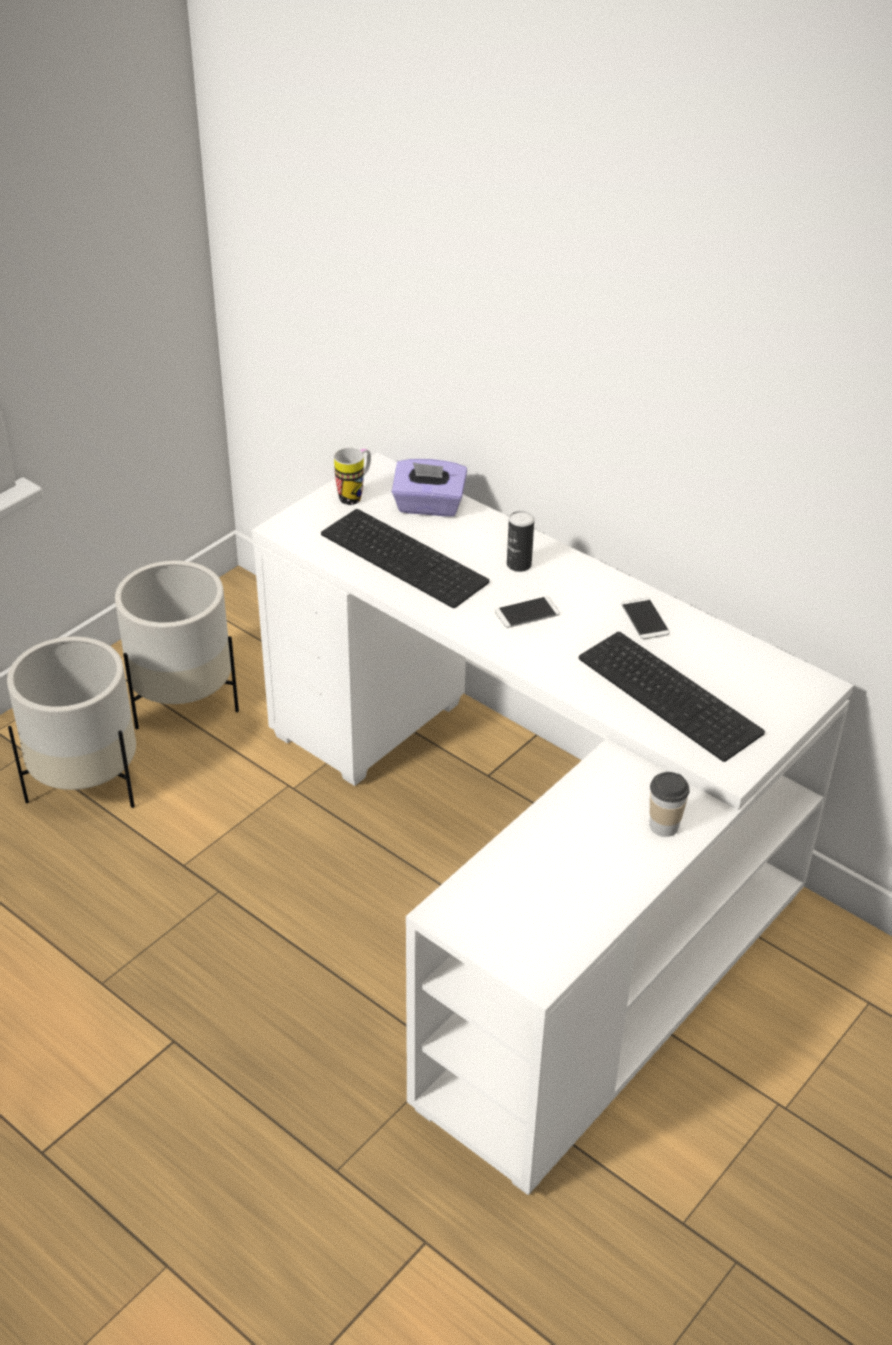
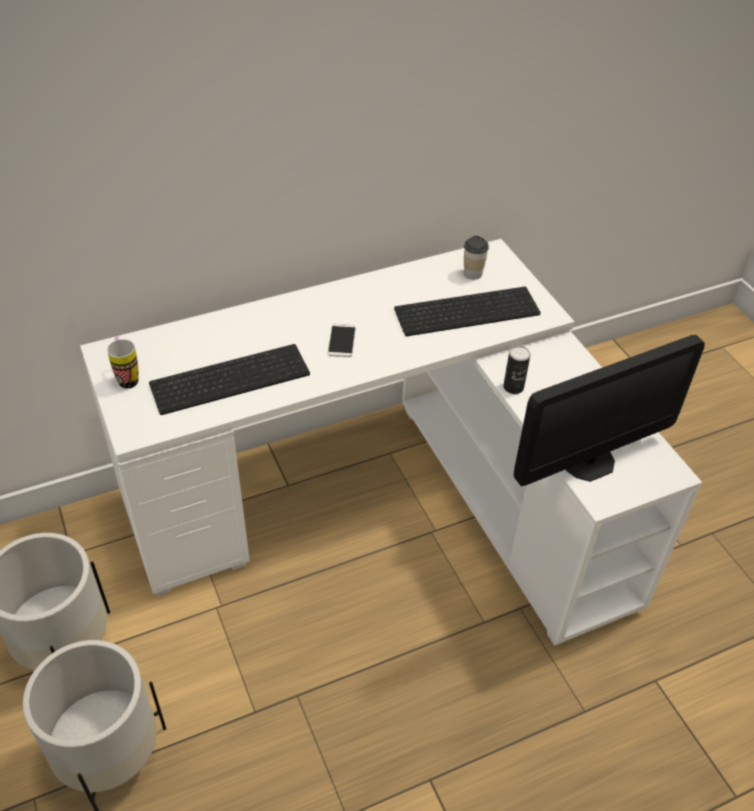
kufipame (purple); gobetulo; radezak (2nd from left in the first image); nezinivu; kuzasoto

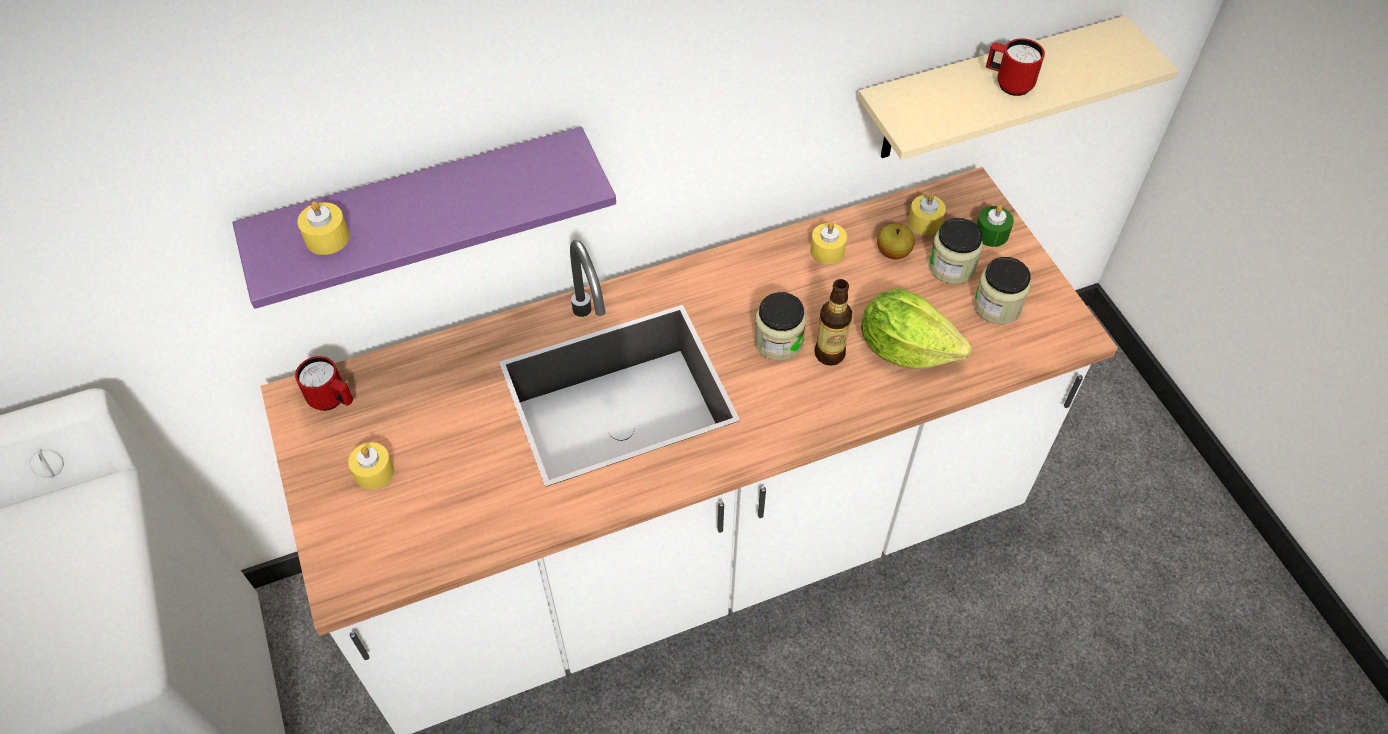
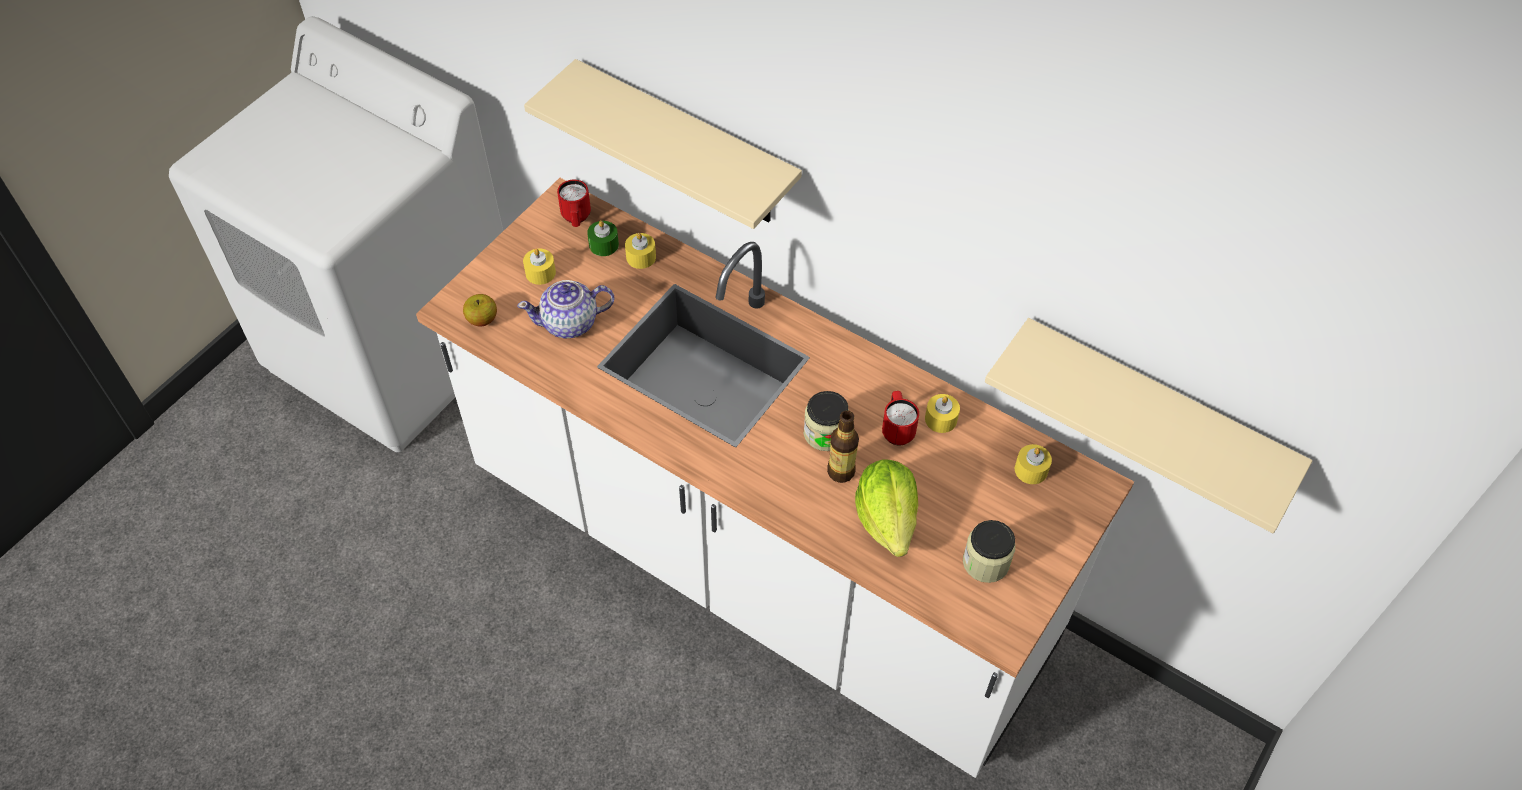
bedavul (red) (2nd from left); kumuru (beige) (1st from left); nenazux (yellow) (2nd from left); nenazux (green); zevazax (2nd from left in the first image); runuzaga; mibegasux

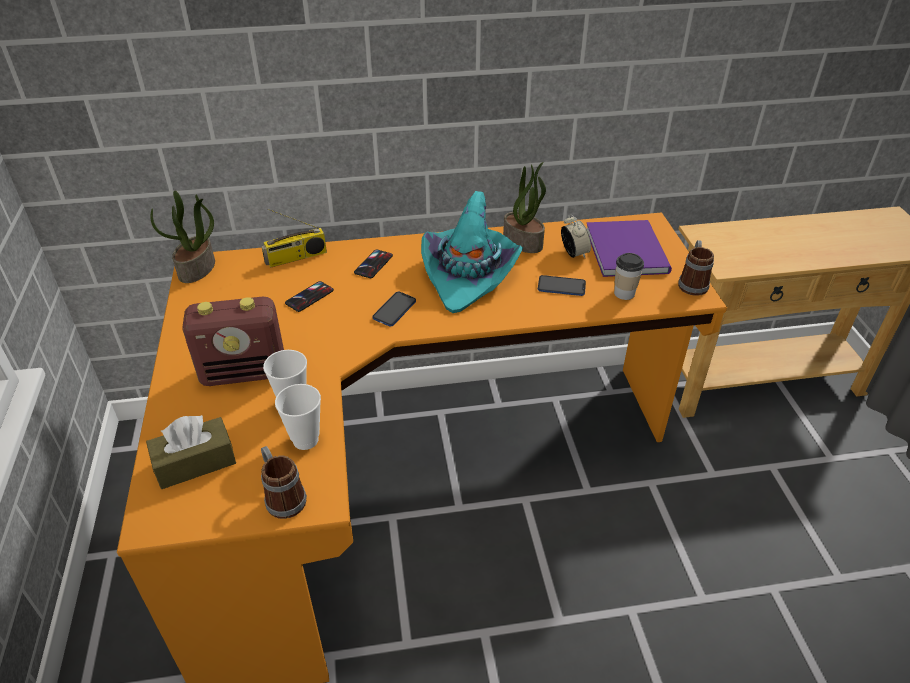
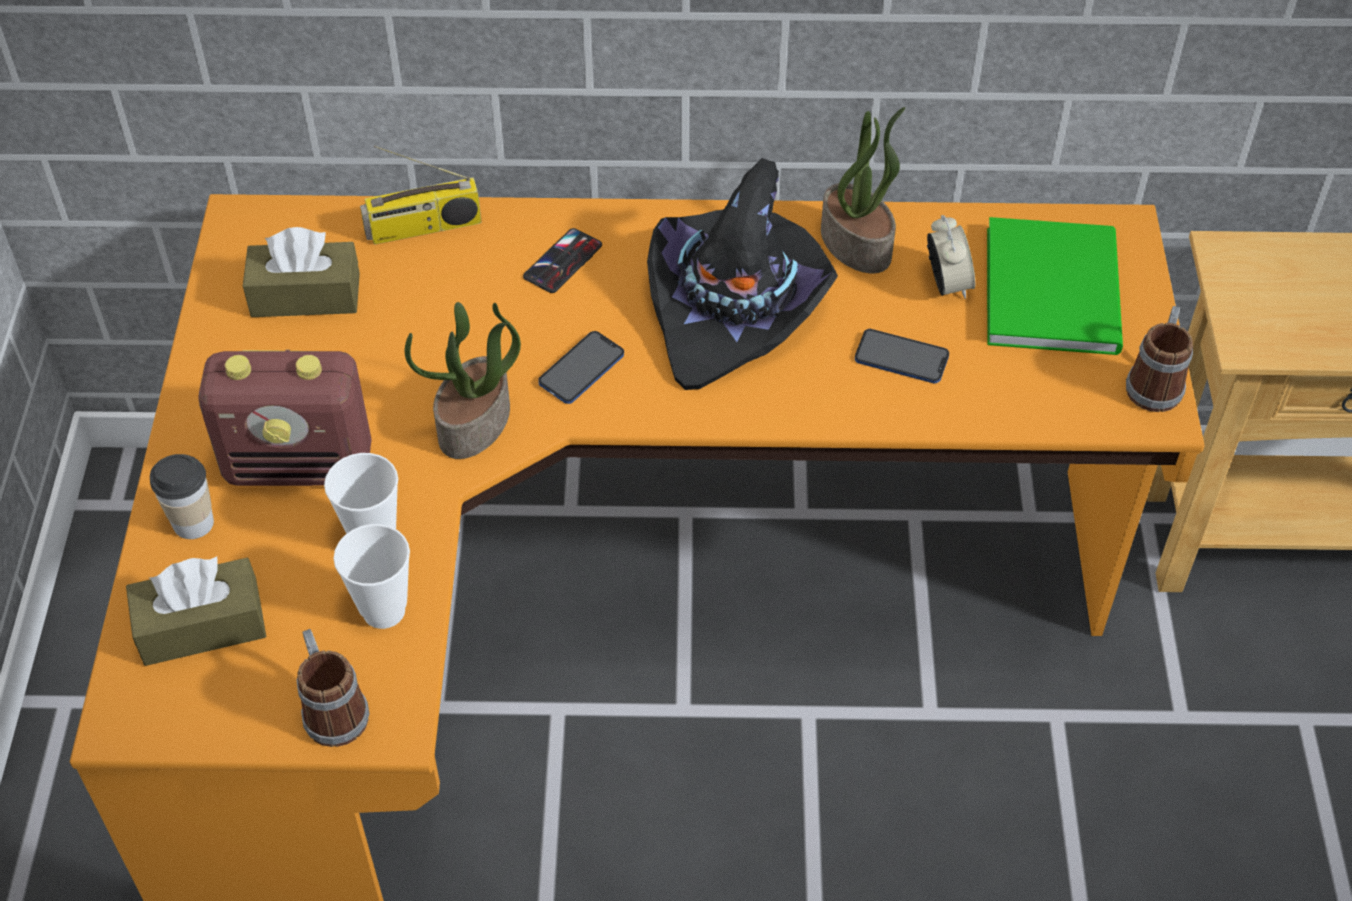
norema (1st from left); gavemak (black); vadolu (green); nezinivu (1st from left); radezak (1st from left in the first image); kufipame (brown) (2nd from left)

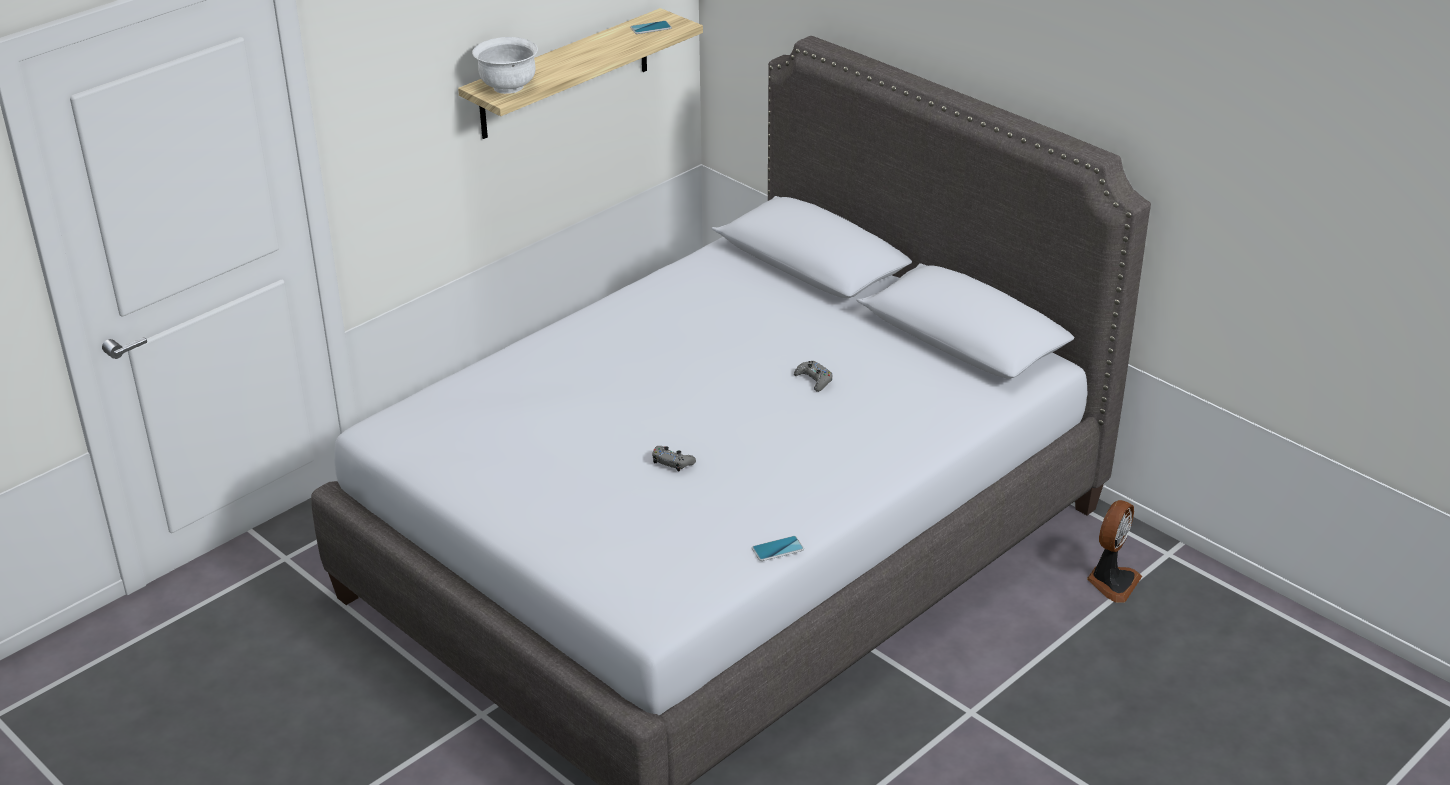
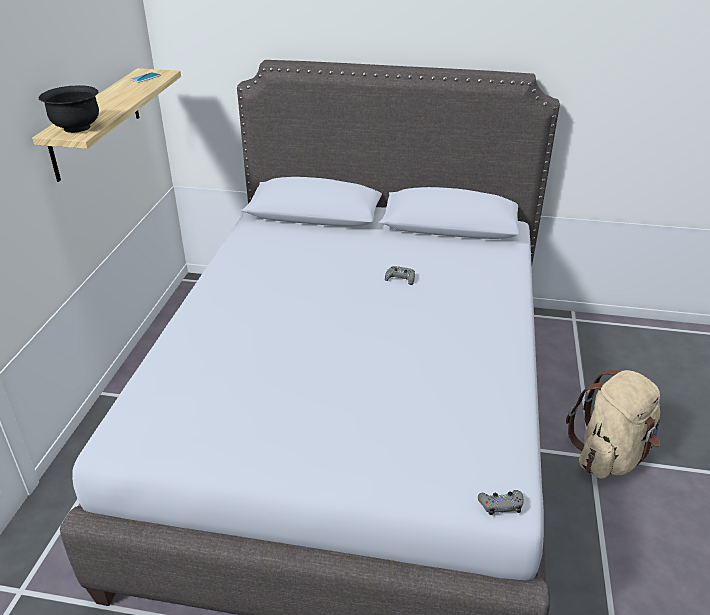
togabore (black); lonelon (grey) (2nd from left); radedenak; radezak (2nd from left in the first image); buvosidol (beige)

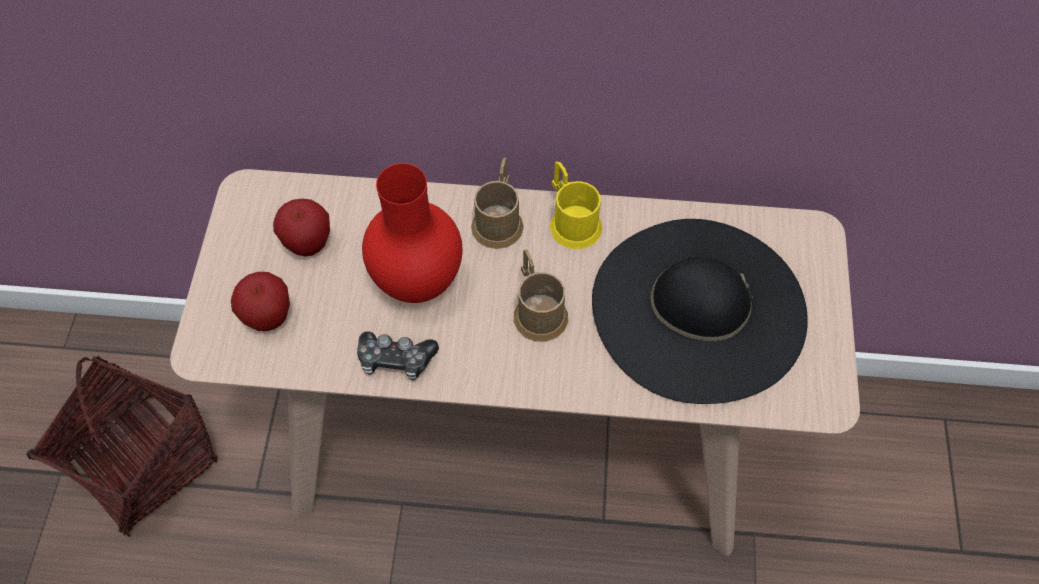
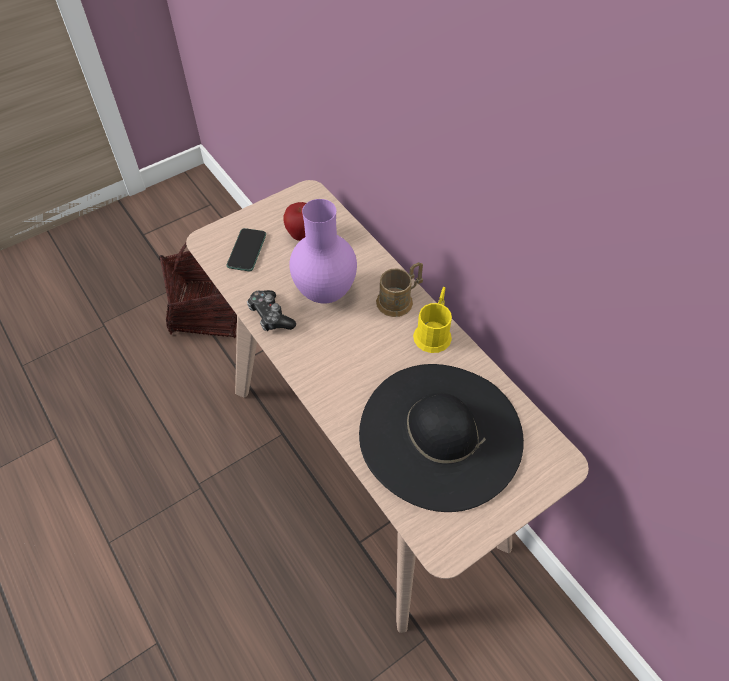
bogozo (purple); bedavul (brown) (2nd from left in the first image); radezak

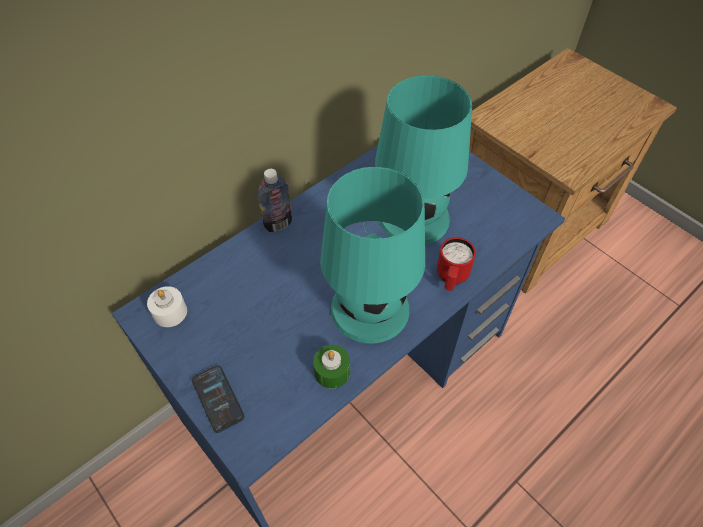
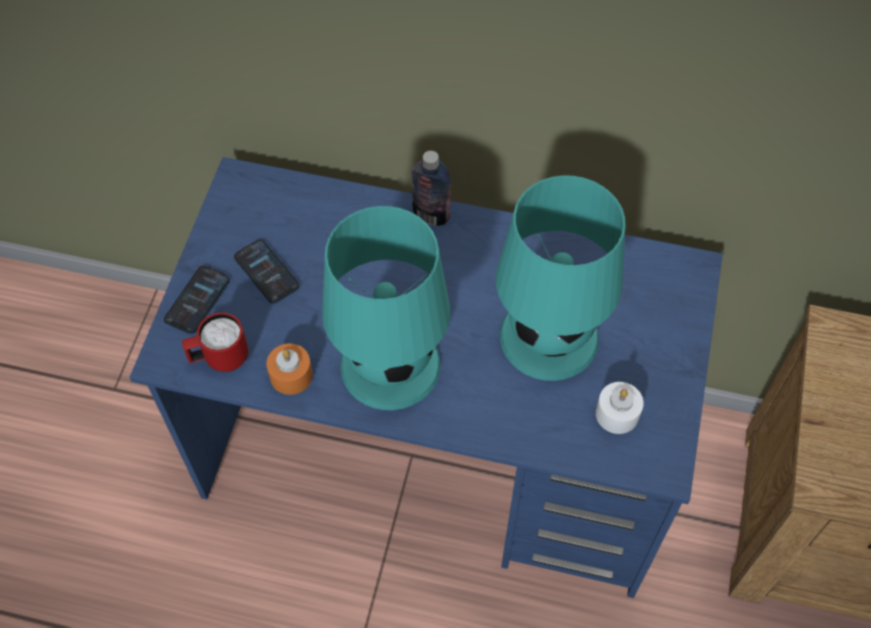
bedavul (red); nenazux (white); nenazux (orange); radezak (2nd from left)

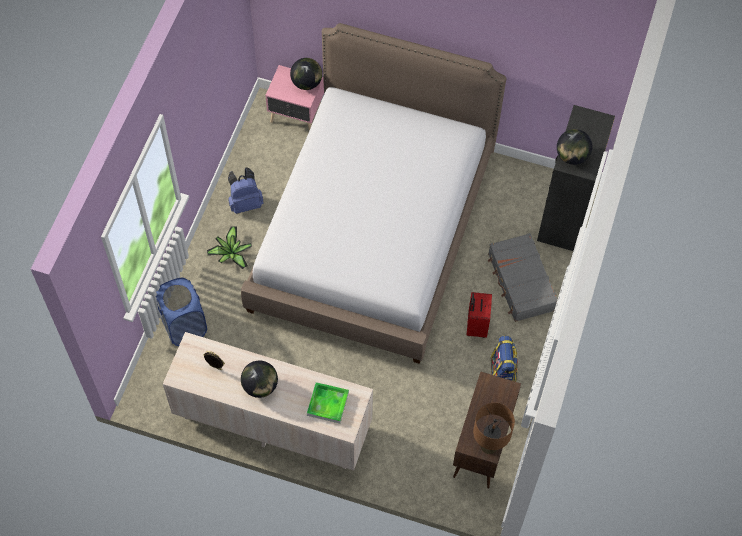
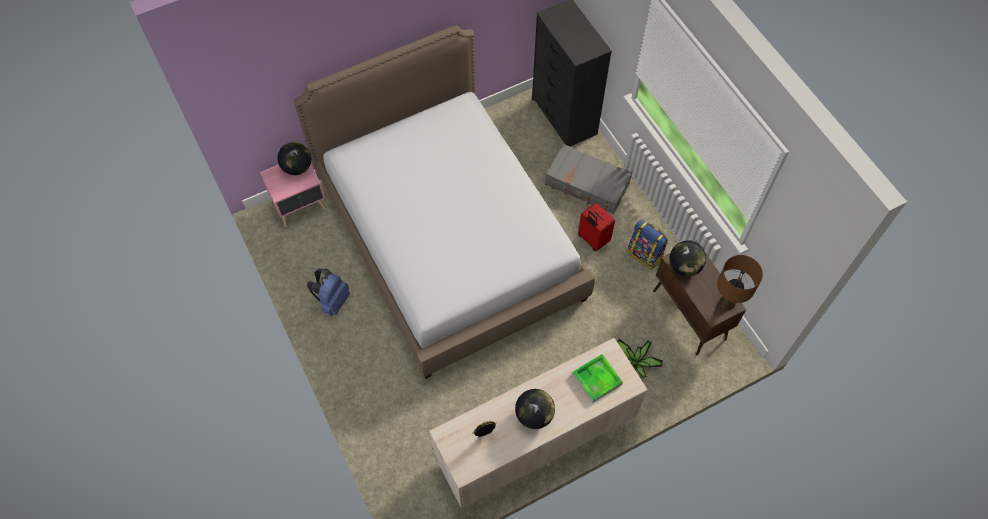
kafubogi (3rd from left); norema; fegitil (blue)

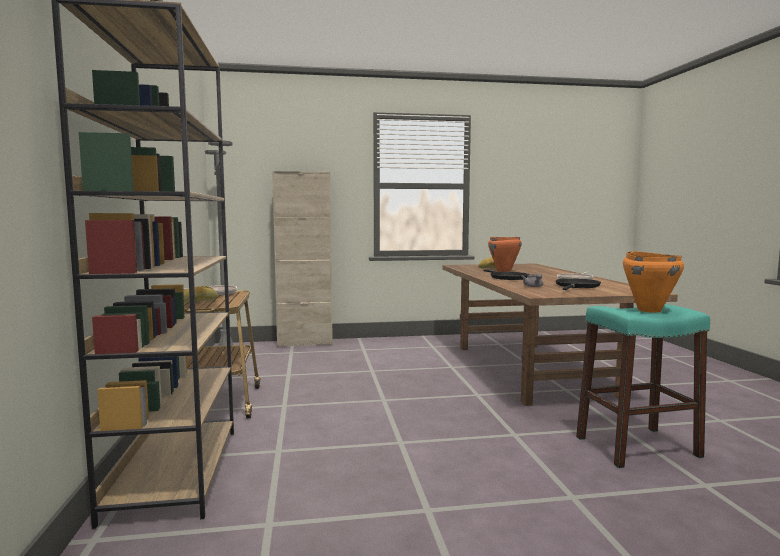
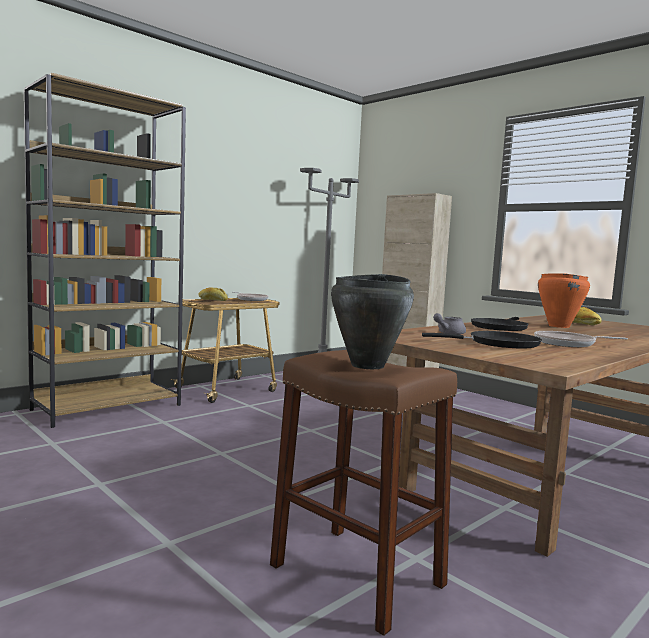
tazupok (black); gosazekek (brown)

